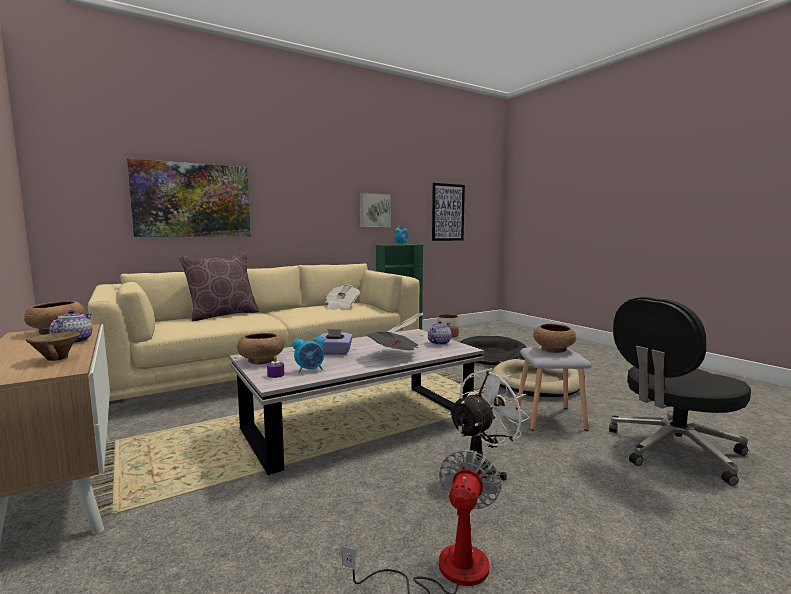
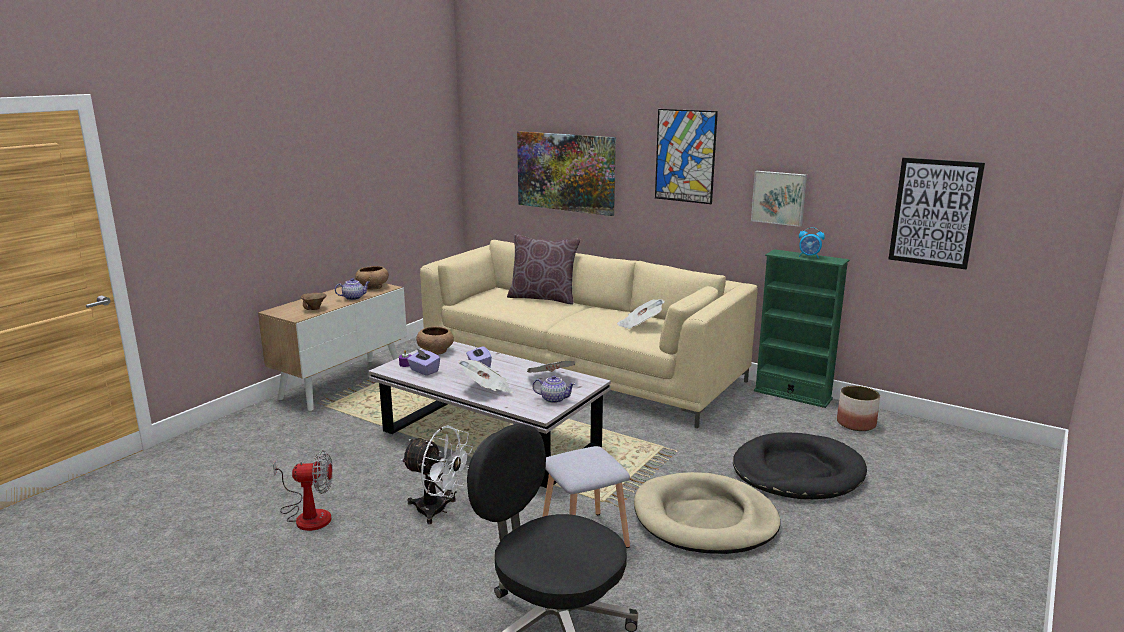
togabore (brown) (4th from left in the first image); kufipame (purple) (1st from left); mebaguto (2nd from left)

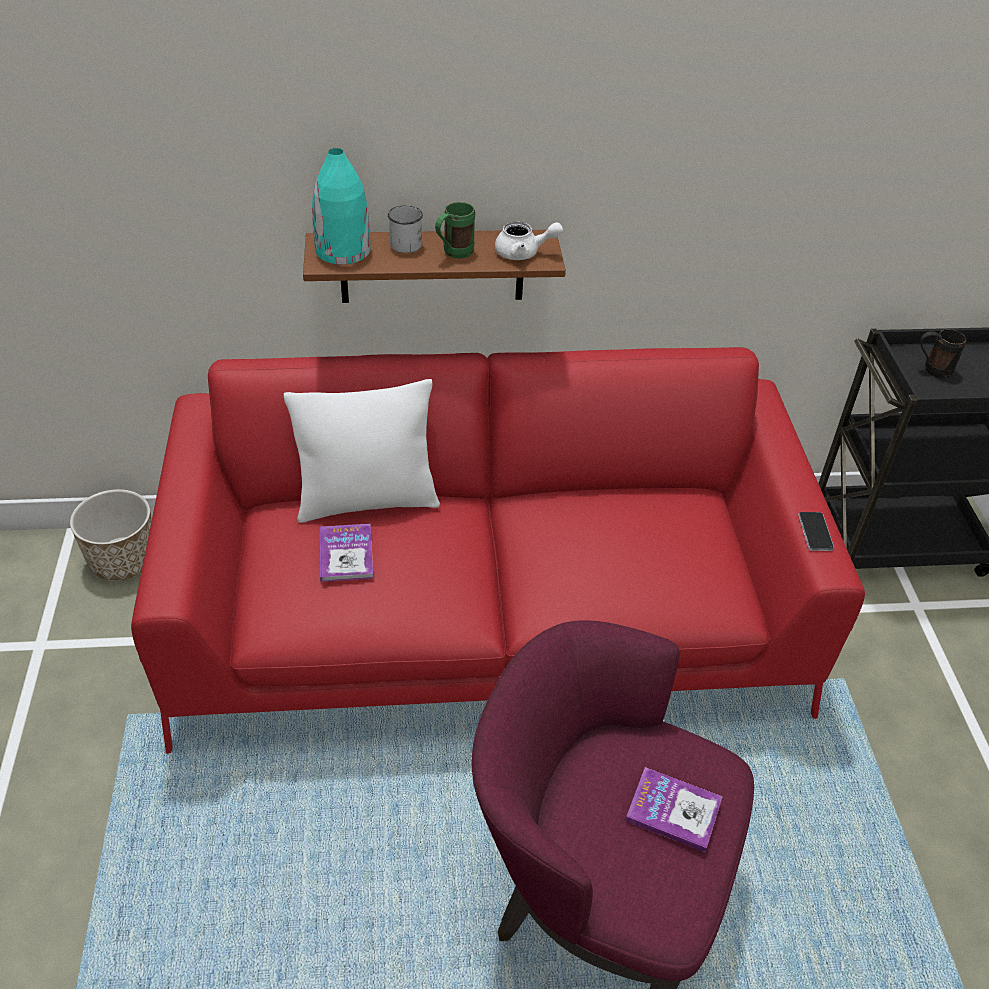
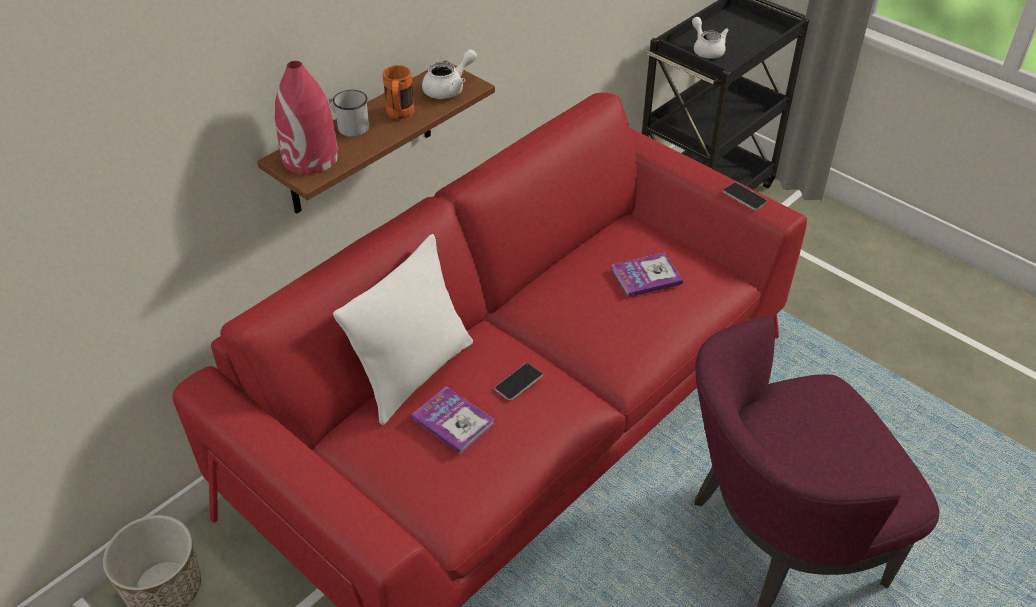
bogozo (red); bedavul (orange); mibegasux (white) (2nd from left); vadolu (2nd from left); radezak (1st from left)

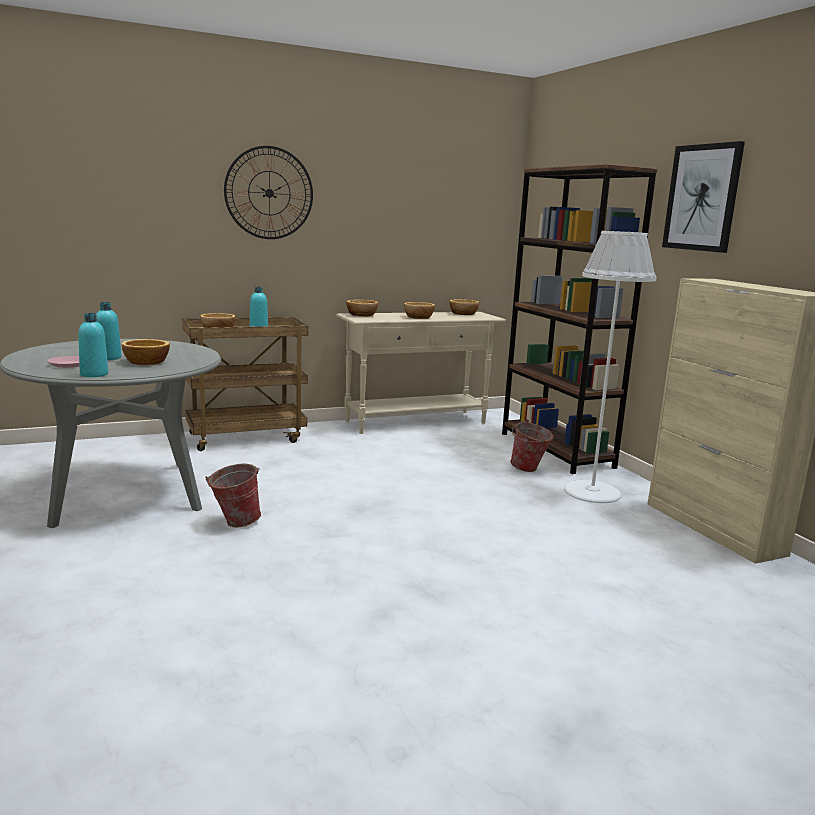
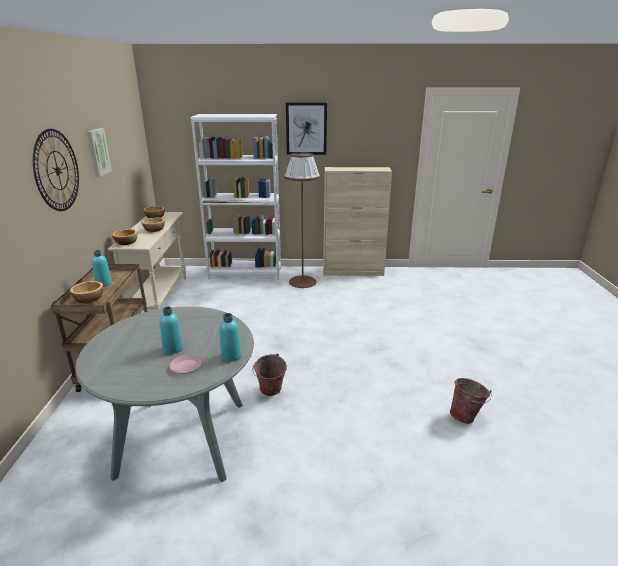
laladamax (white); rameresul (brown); togabore (1st from left in the first image); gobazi (2nd from left); mebaguto (1st from left)

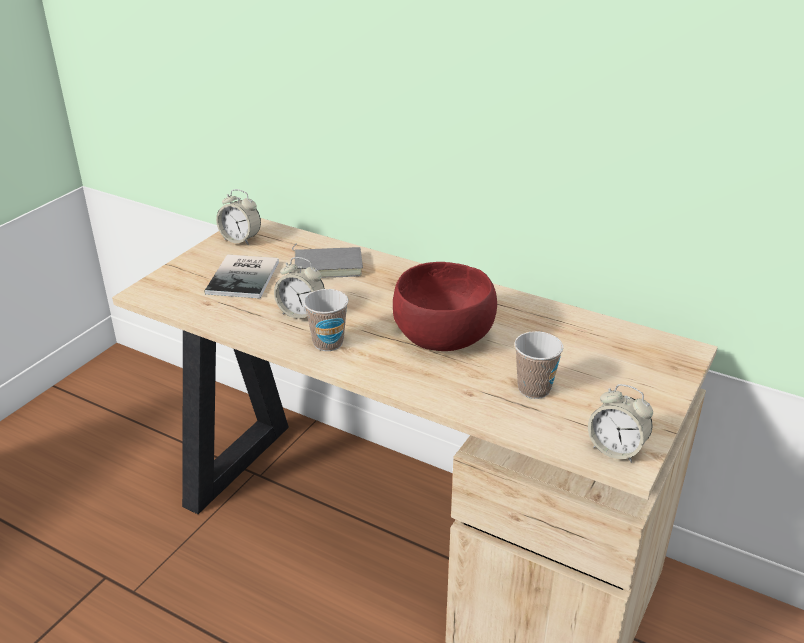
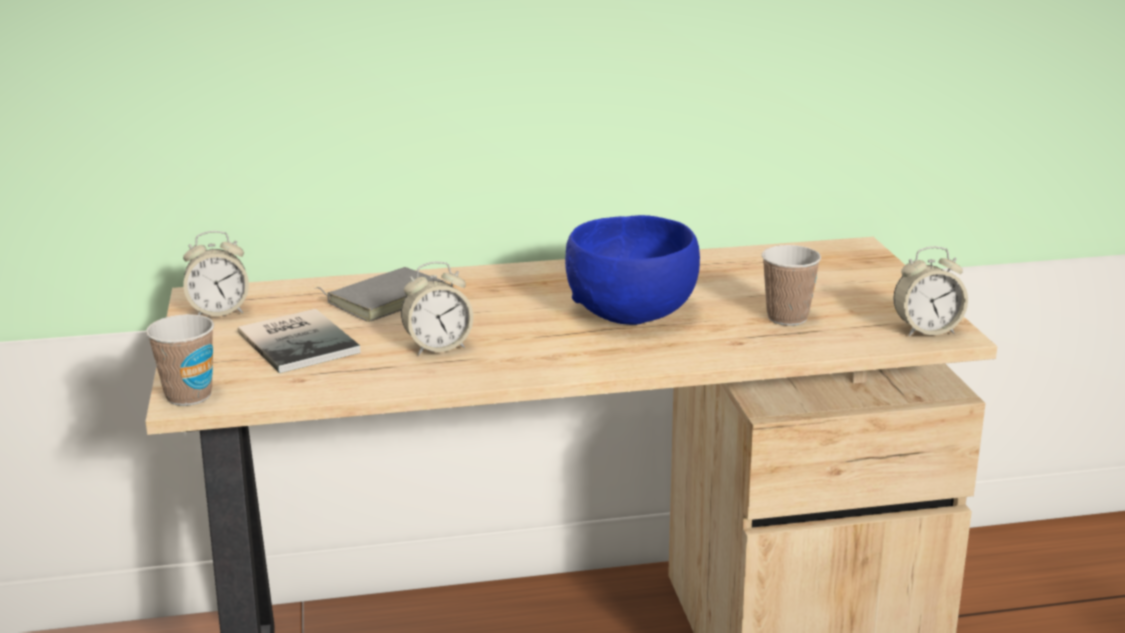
togabore (blue); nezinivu (1st from left)

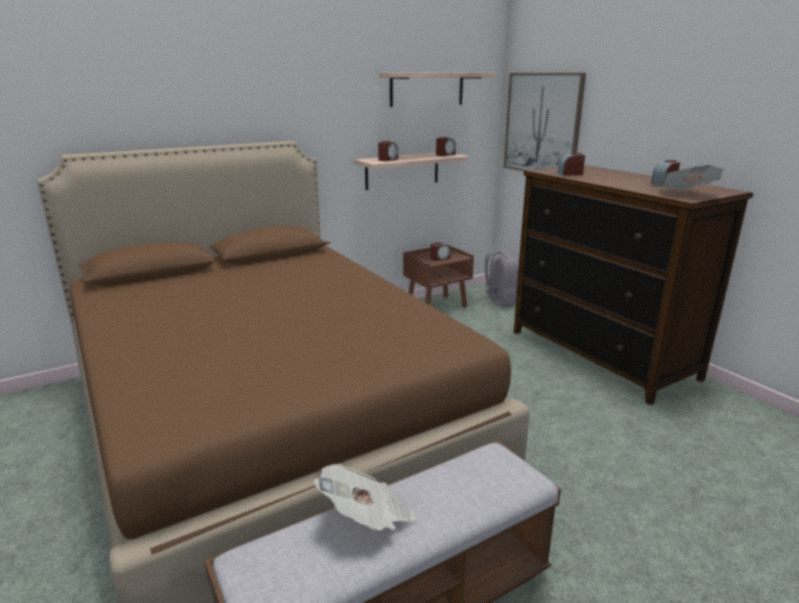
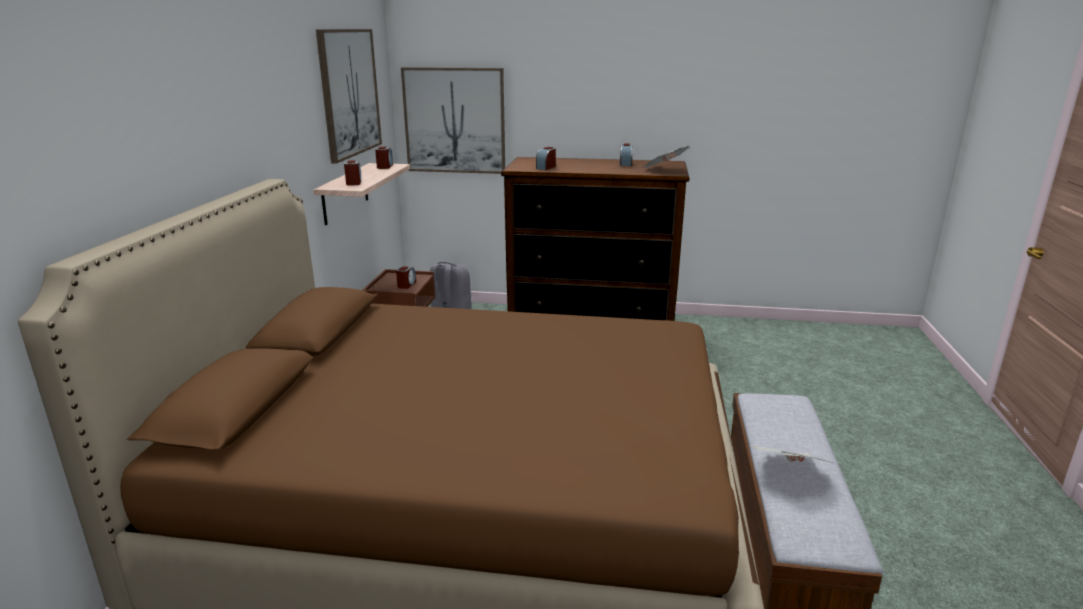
mebaguto (1st from left)

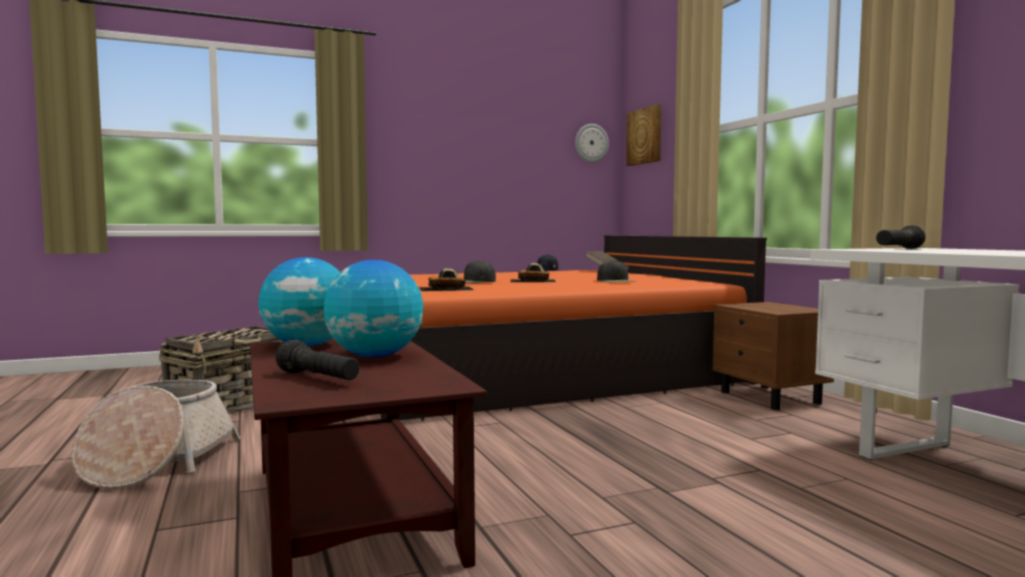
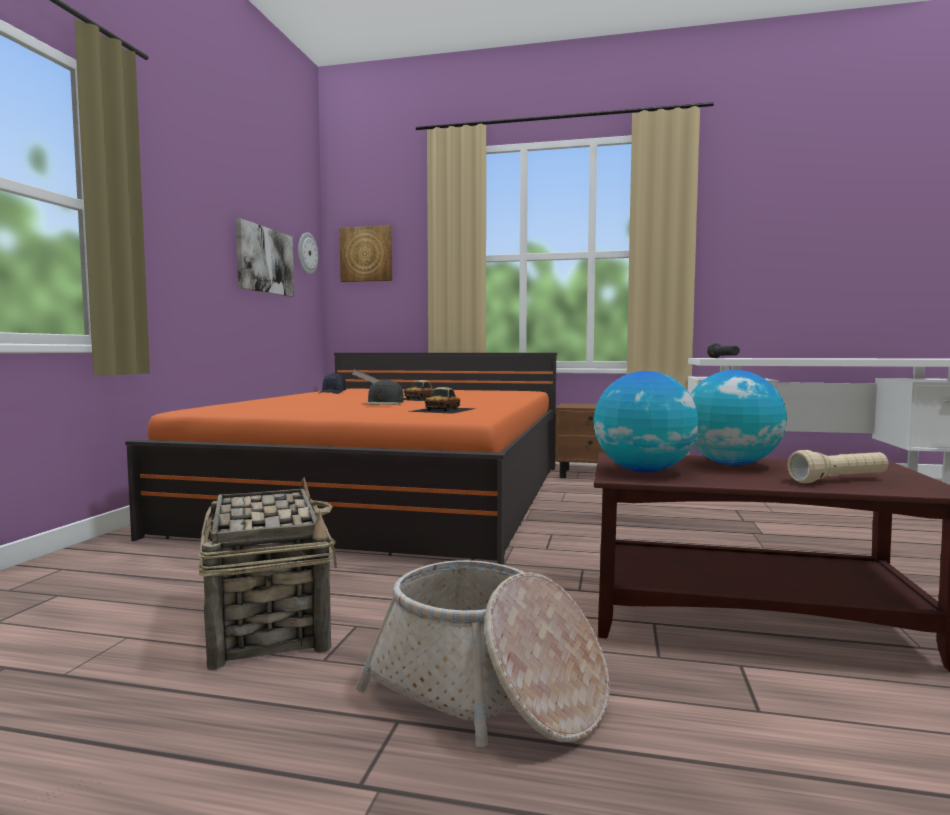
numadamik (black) (3rd from left in the first image); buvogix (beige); mebaguto (1st from left)

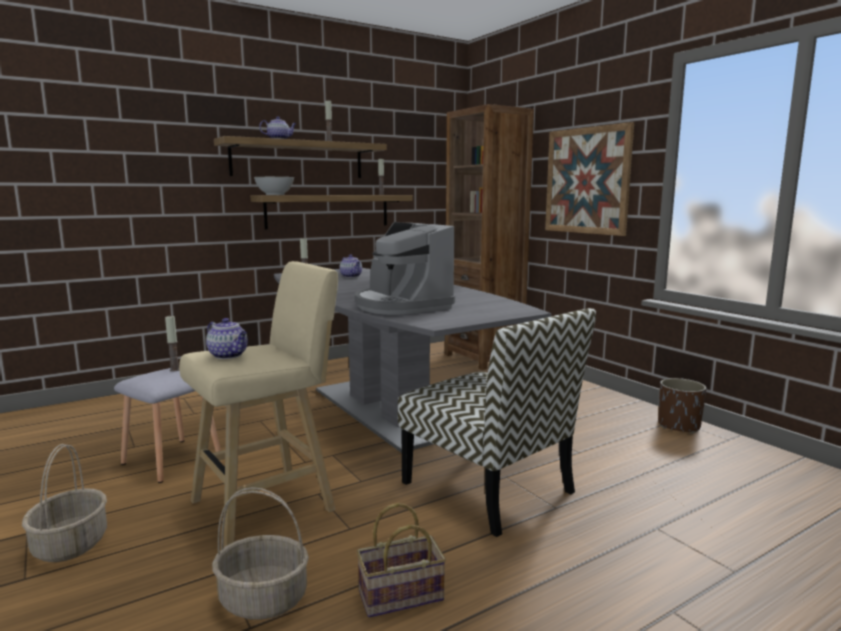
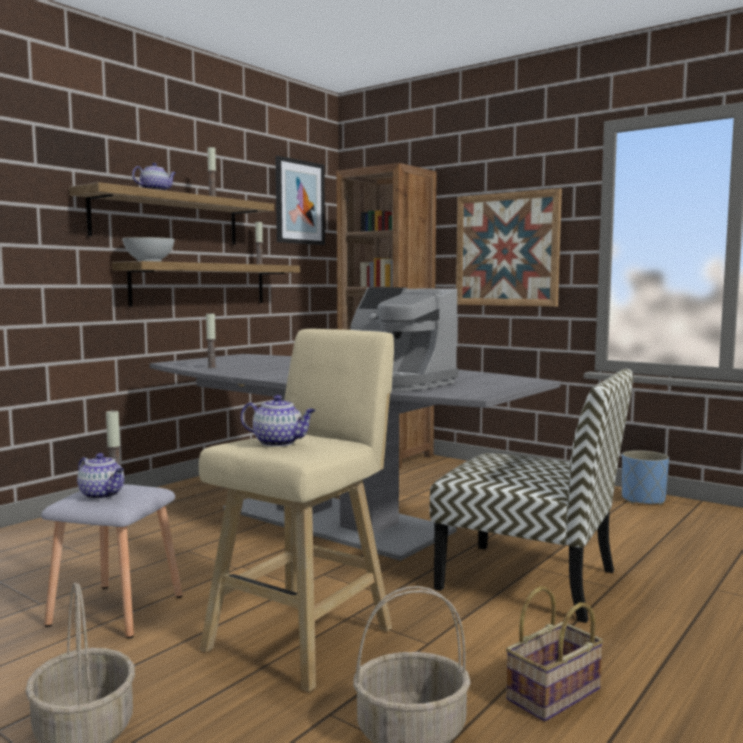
mibegasux (1st from left); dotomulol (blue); mebaguto (1st from left)

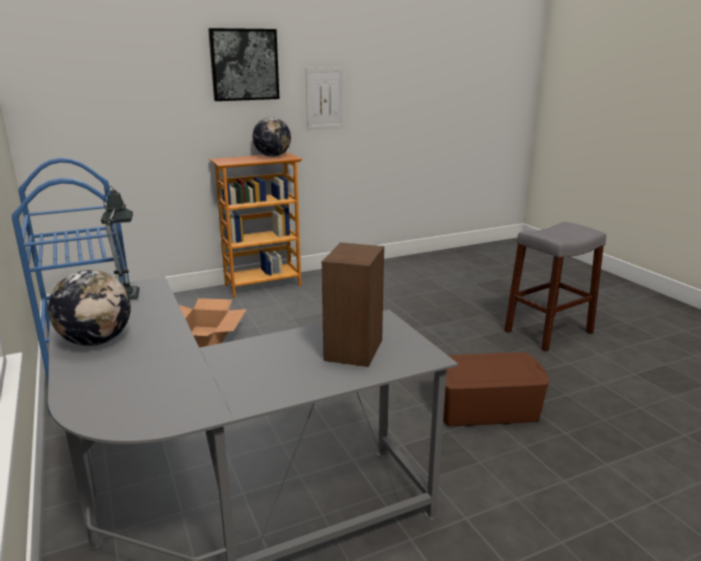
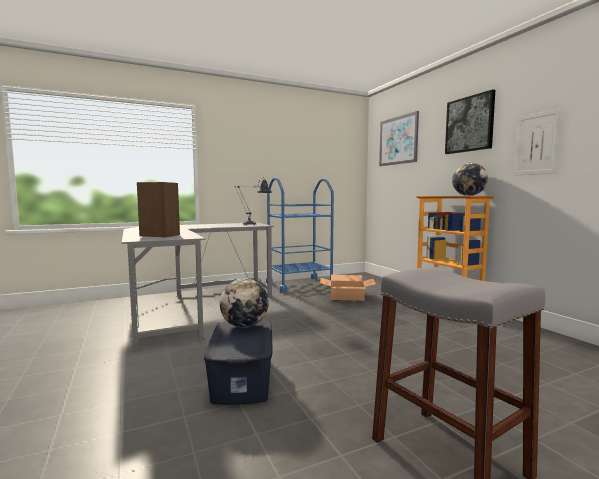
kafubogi (1st from left); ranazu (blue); mebaguto (1st from left)

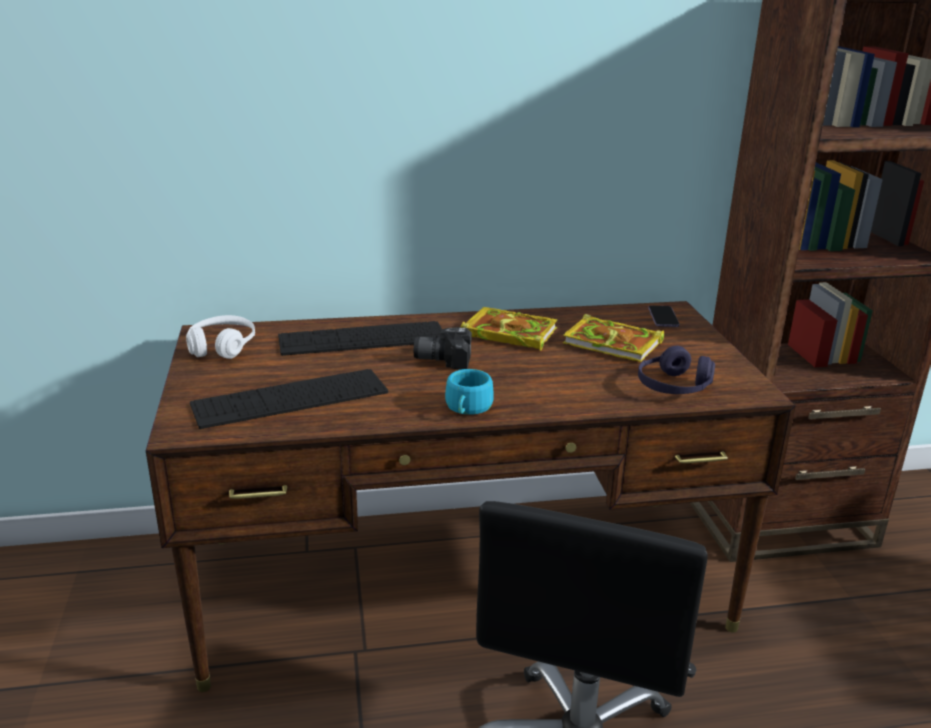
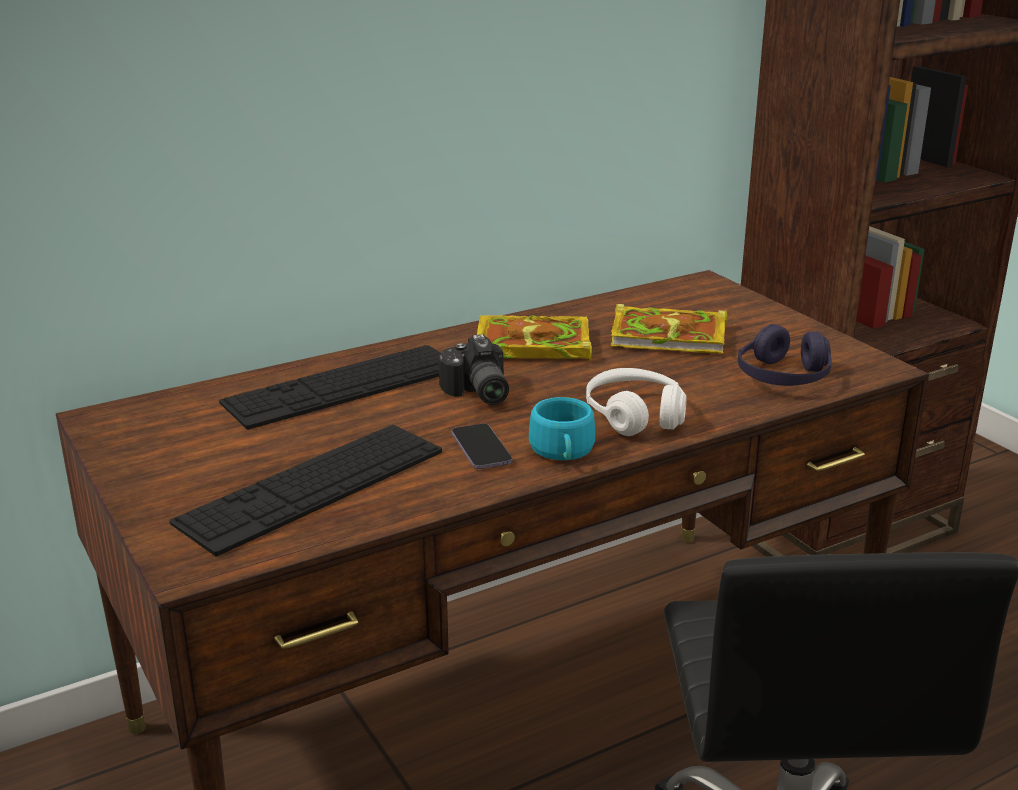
radezak; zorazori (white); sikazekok

